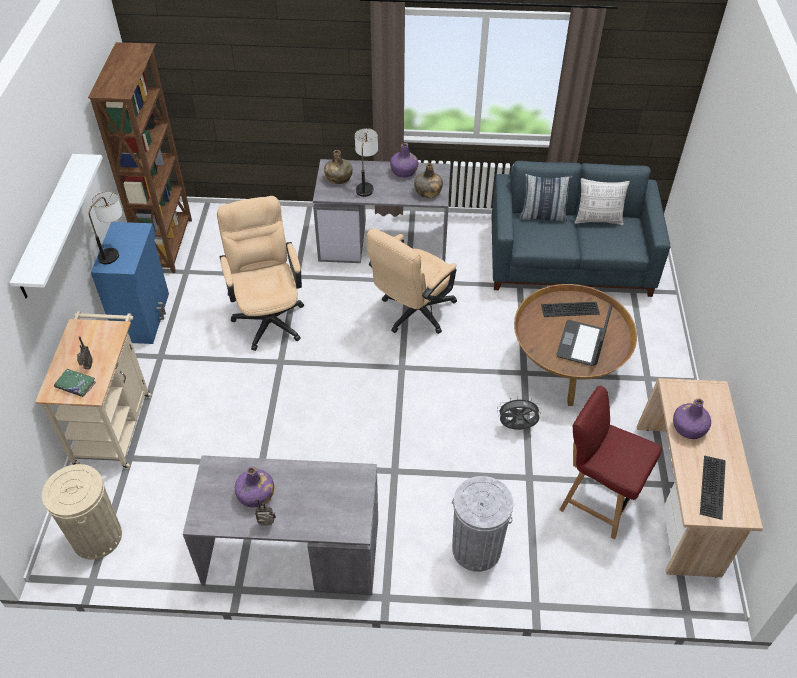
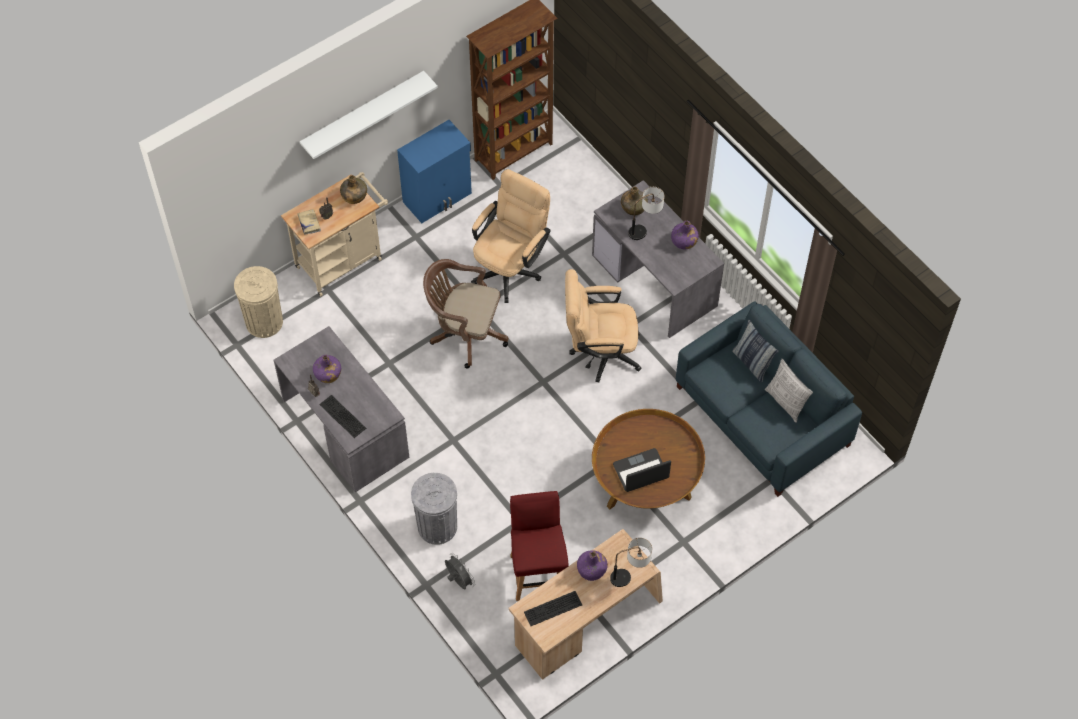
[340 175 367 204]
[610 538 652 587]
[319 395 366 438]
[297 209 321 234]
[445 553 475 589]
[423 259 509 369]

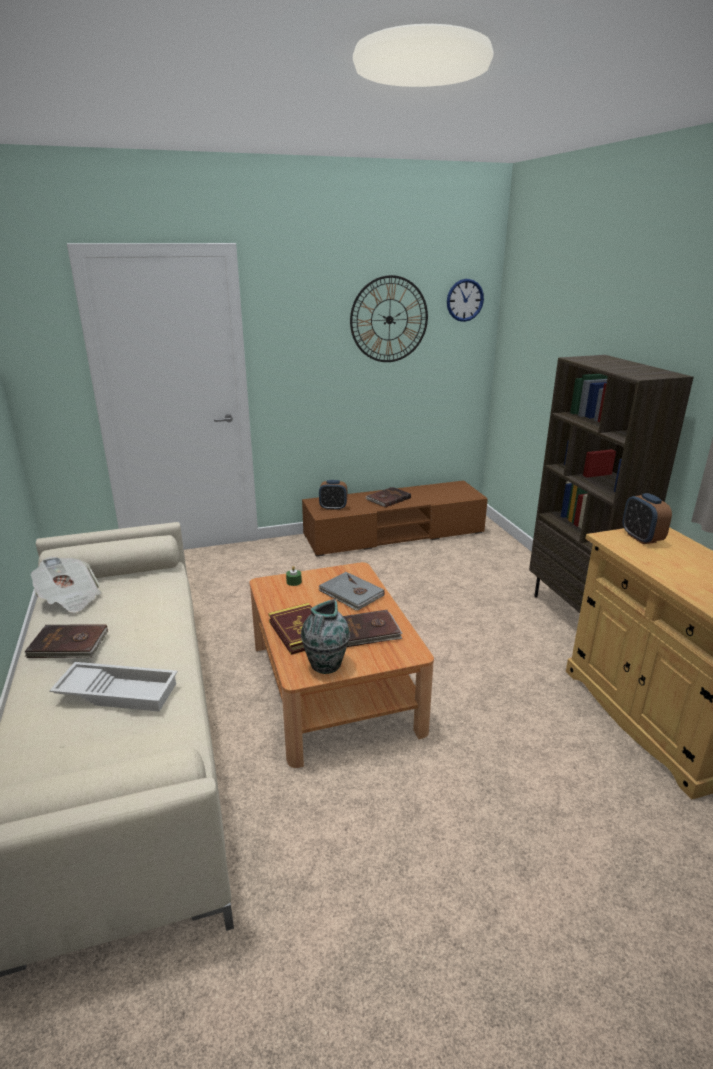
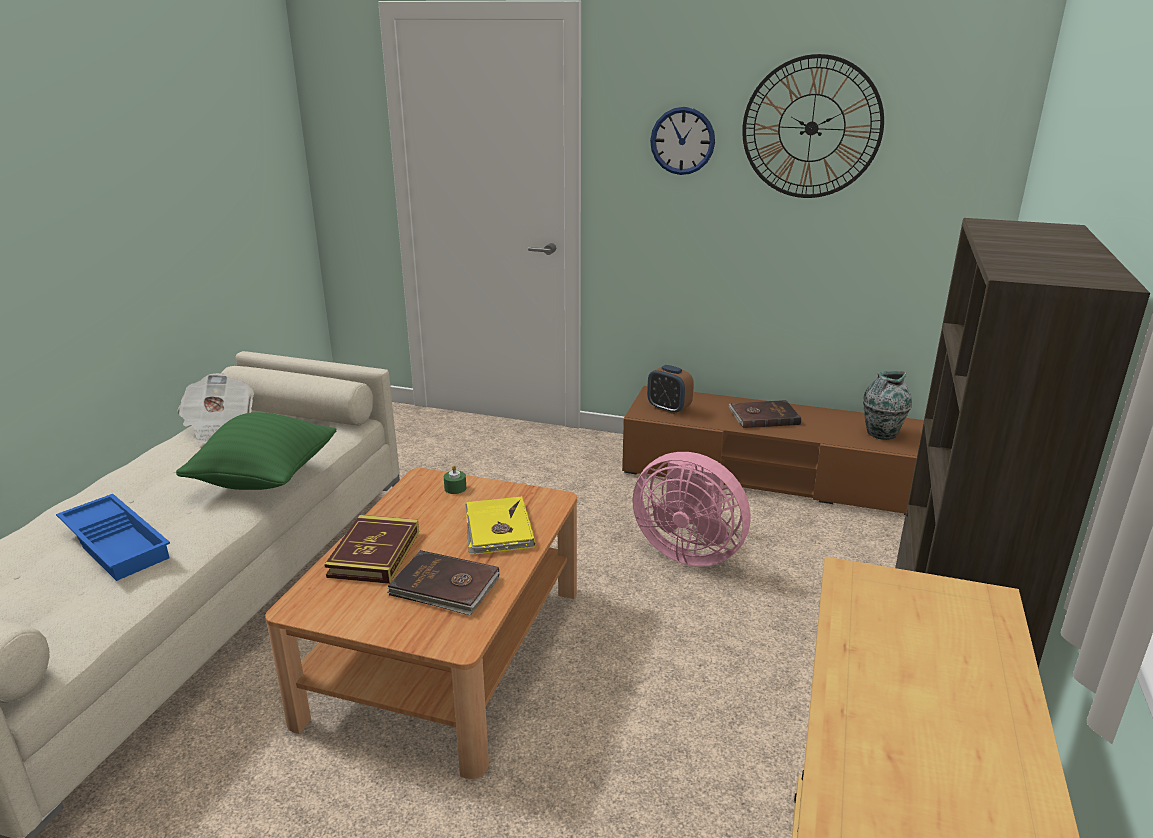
[650 107 715 175]
[623 493 672 544] (first image)
[465 496 535 555]
[863 371 912 440]
[25 624 108 658] (first image)
[56 494 170 581]
[176 412 337 490]
[633 452 750 567]

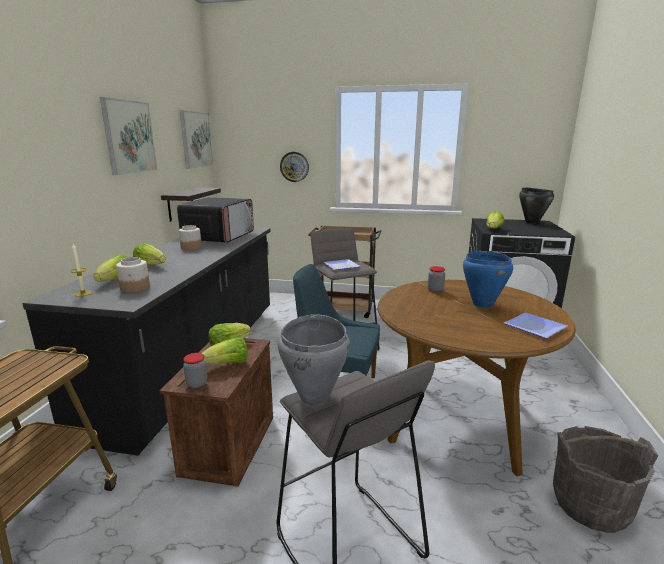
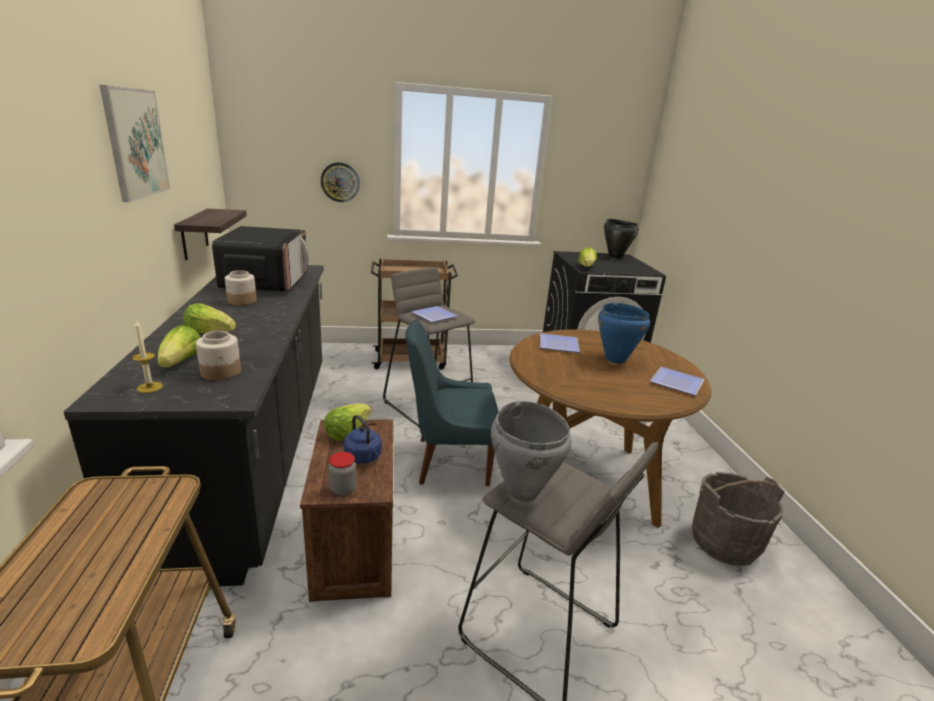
[180 110 213 169] (first image)
[540 333 580 353]
[344 415 382 464]

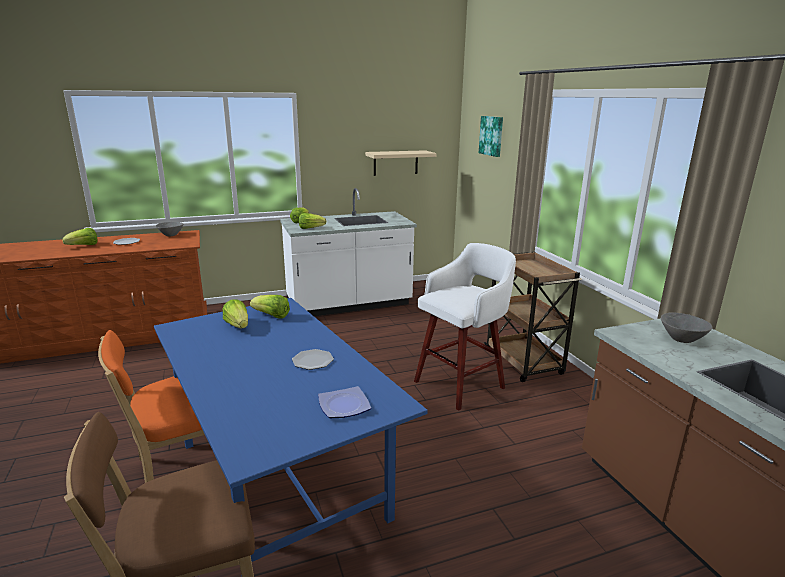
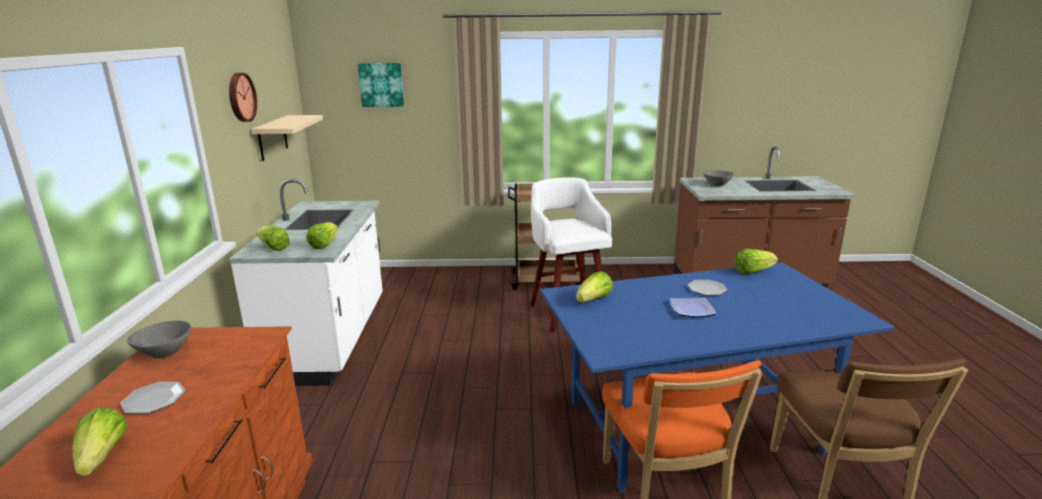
[735 249 778 274]
[670 297 717 317]
[229 73 257 122]

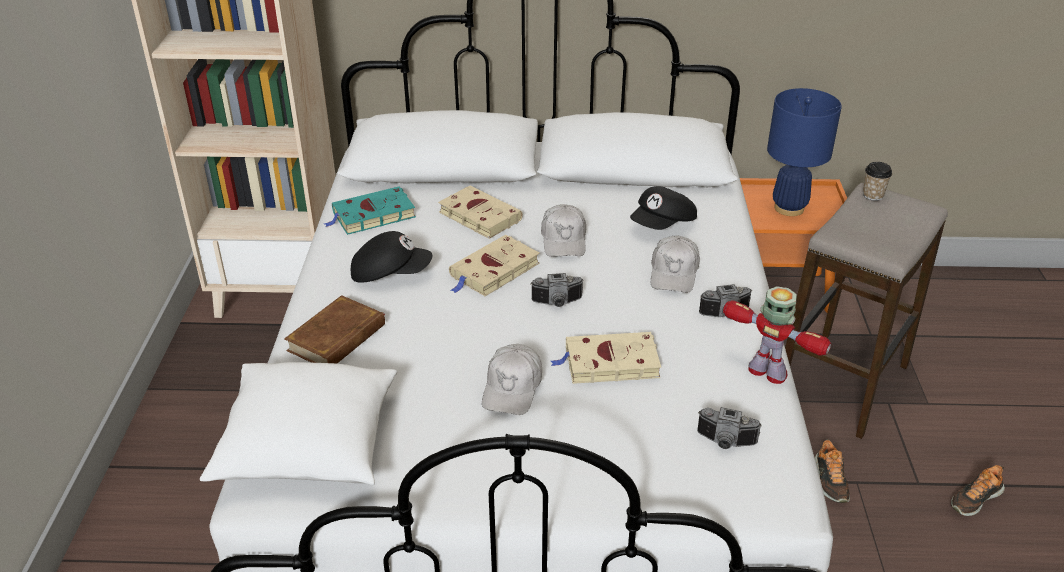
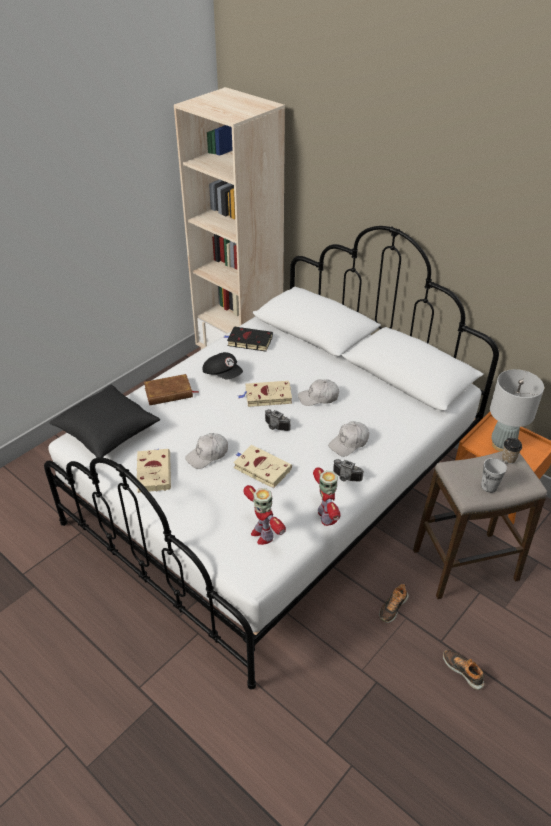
[490 369 544 452]
[137 449 171 493]
[223 326 273 351]
[630 186 697 230] (first image)
[298 379 339 406]
[49 385 160 458]
[243 485 286 545]
[443 650 484 690]
[481 458 507 493]

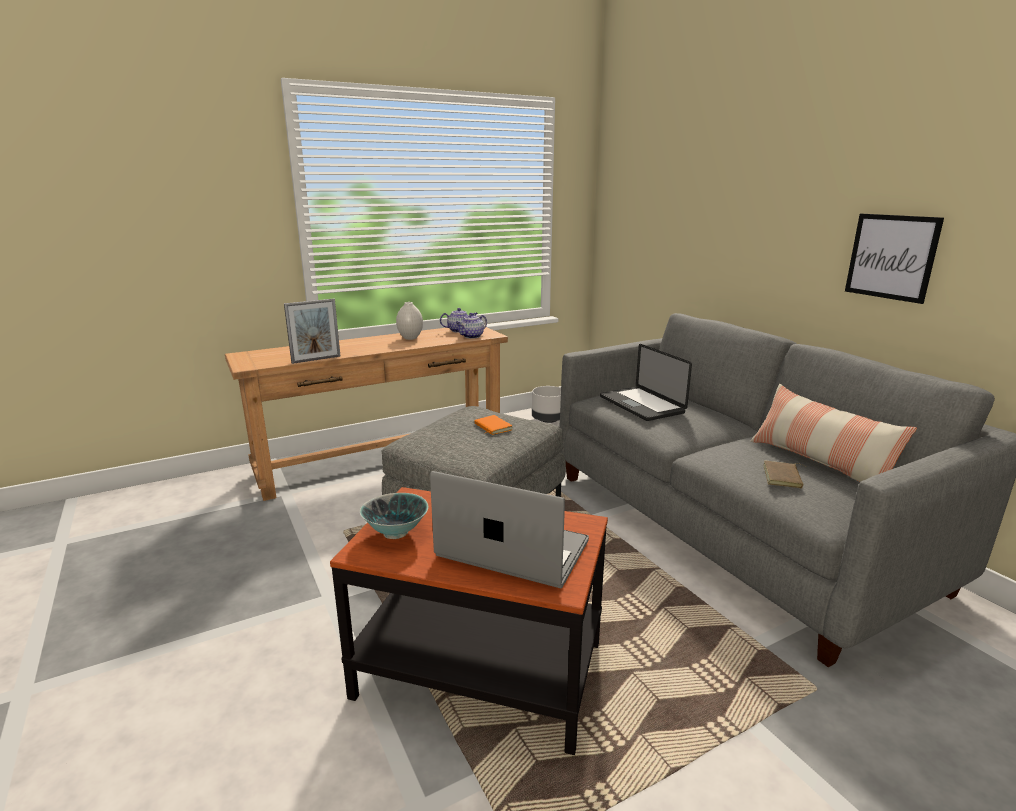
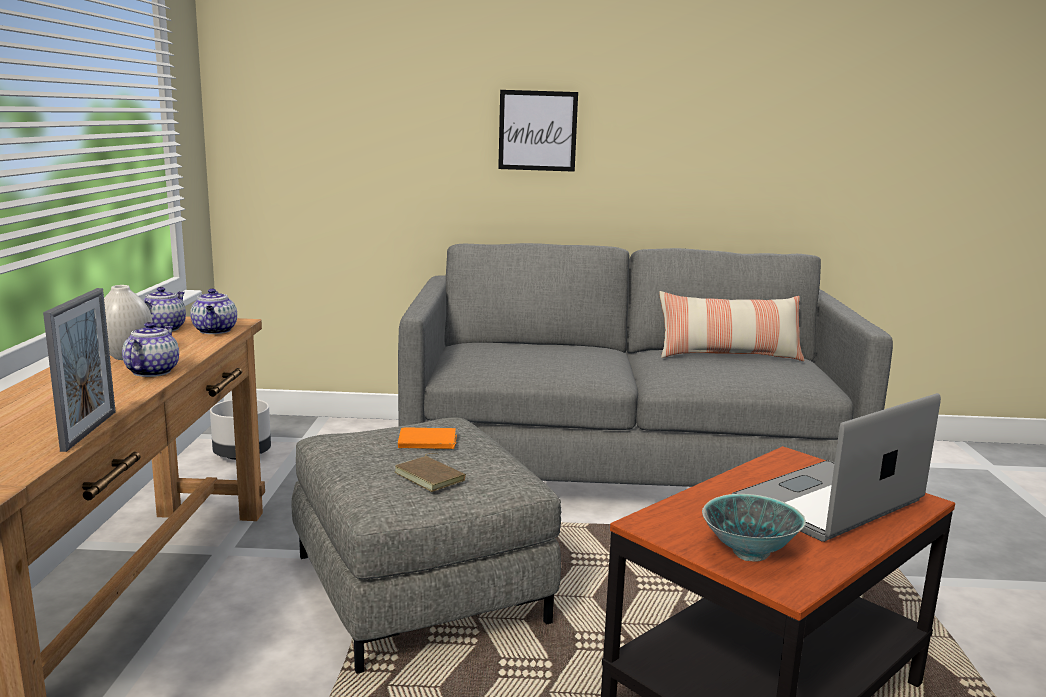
[498 90 578 172]
[600 344 692 421] (first image)
[395 453 466 492]
[122 322 179 377]

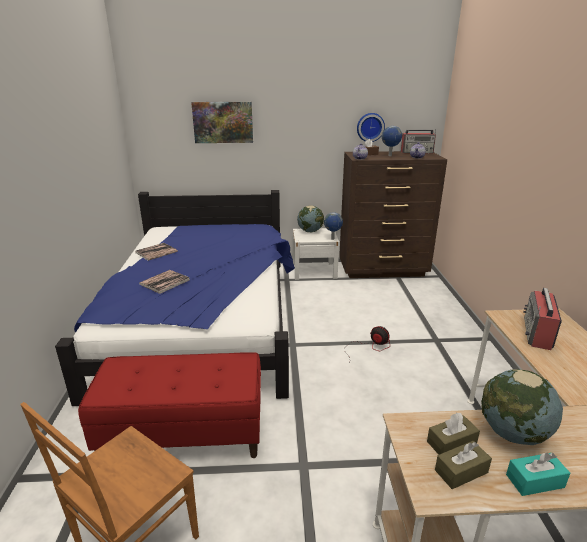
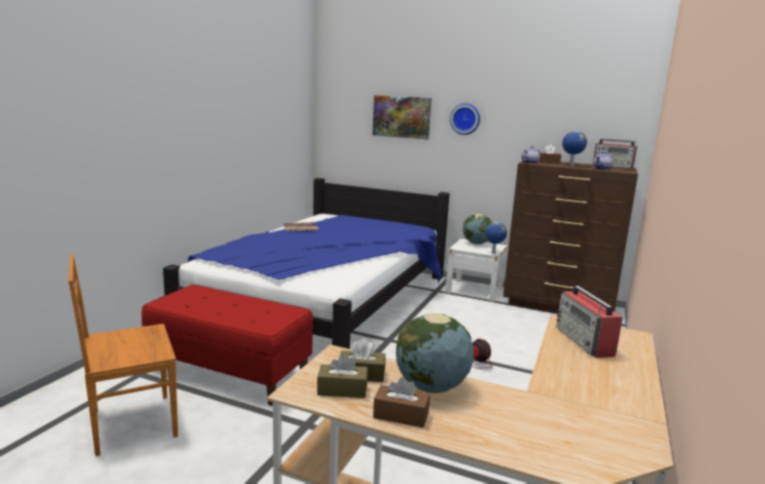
[450 103 480 135]
[139 270 190 294] (first image)
[556 286 622 358]
[373 377 430 428]

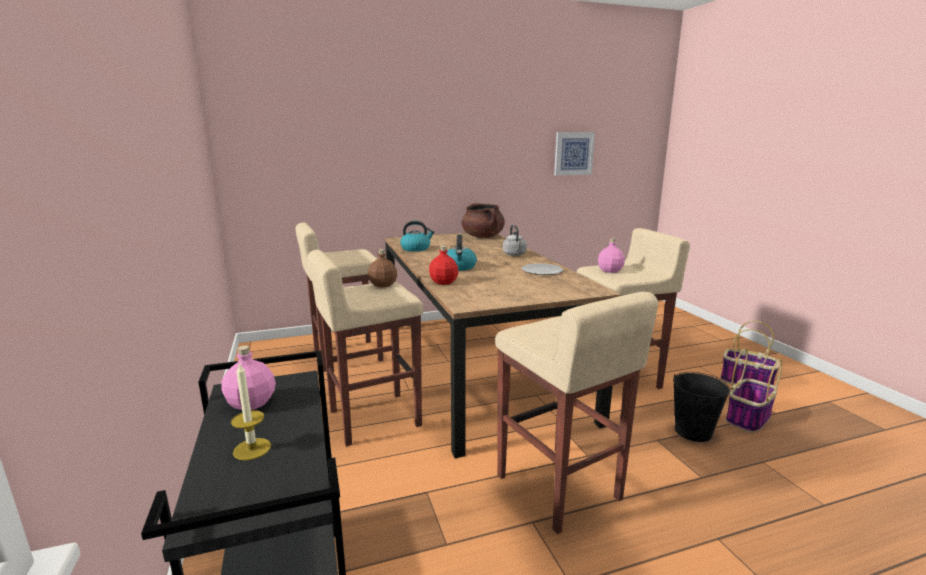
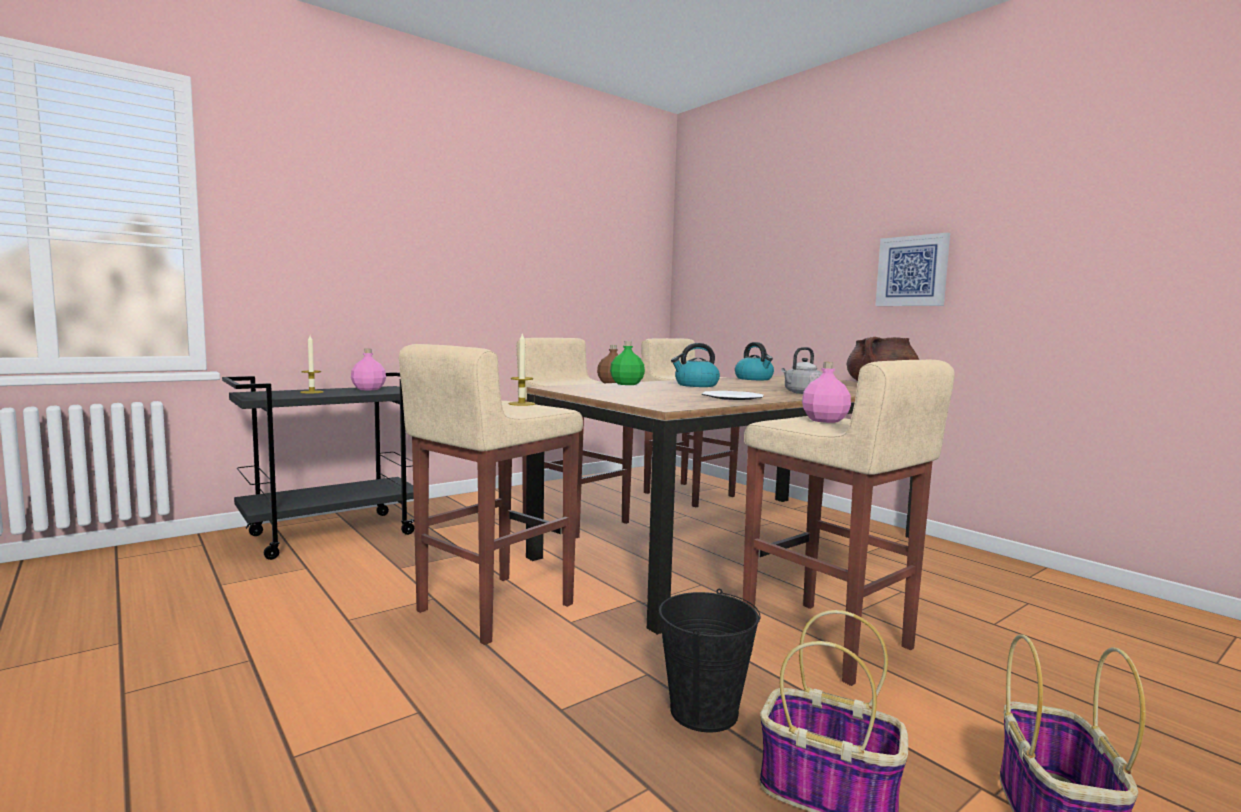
[875 233 950 306]
[610 341 645 385]
[508 334 535 406]

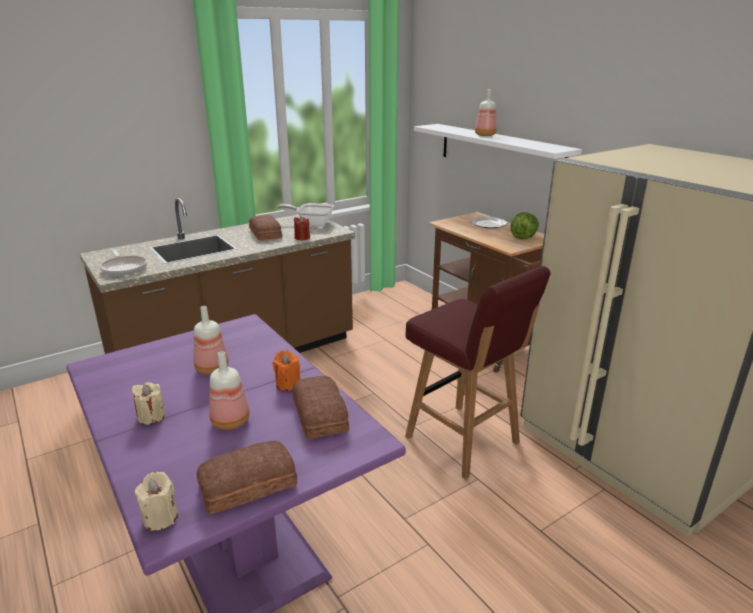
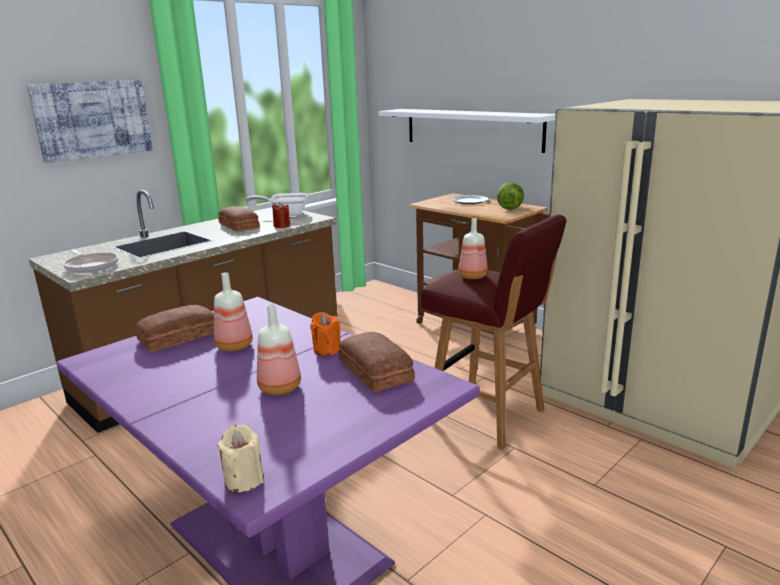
[458 218 488 279]
[132 382 165 425] (first image)
[136 305 214 352]
[27 80 153 163]

